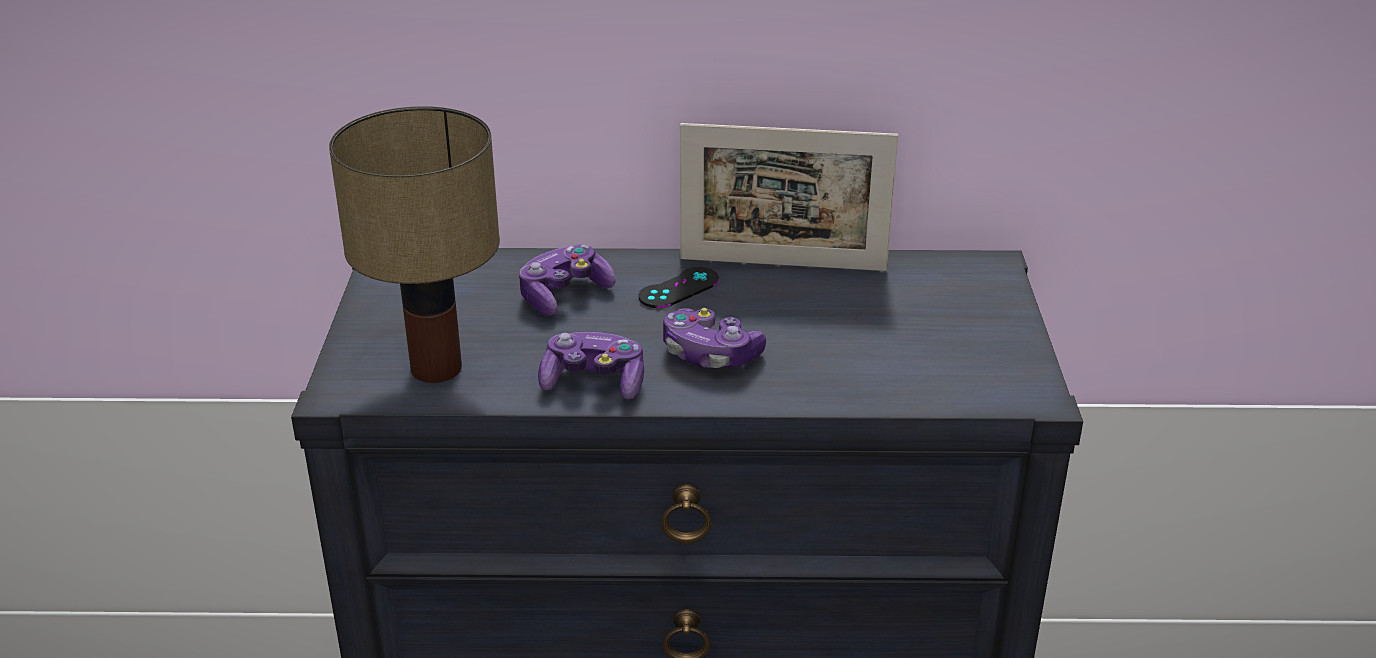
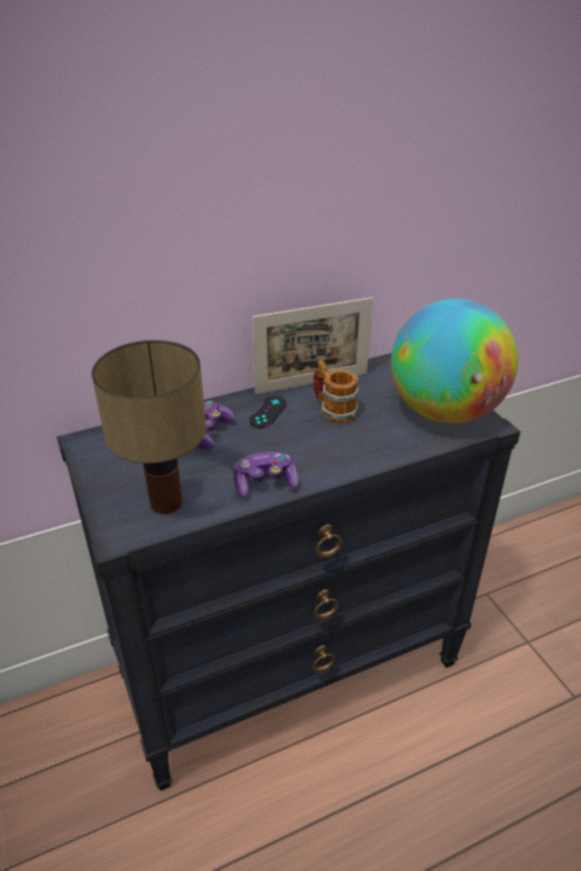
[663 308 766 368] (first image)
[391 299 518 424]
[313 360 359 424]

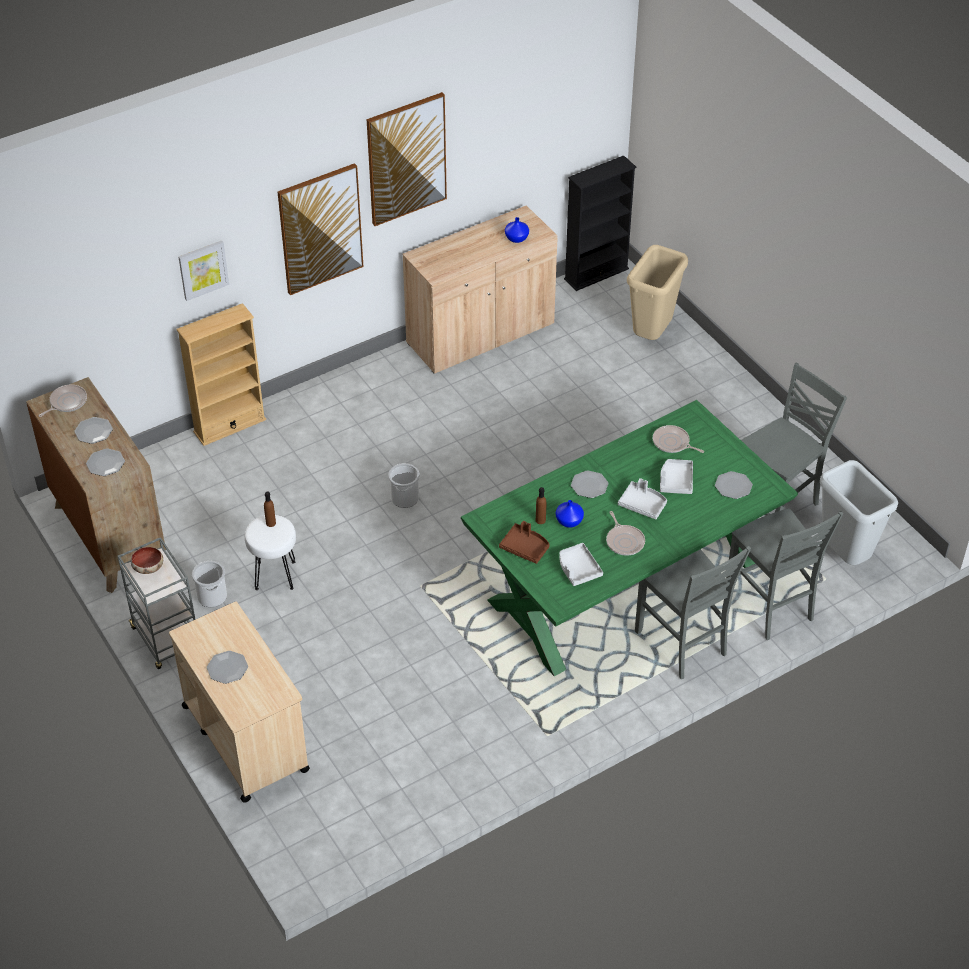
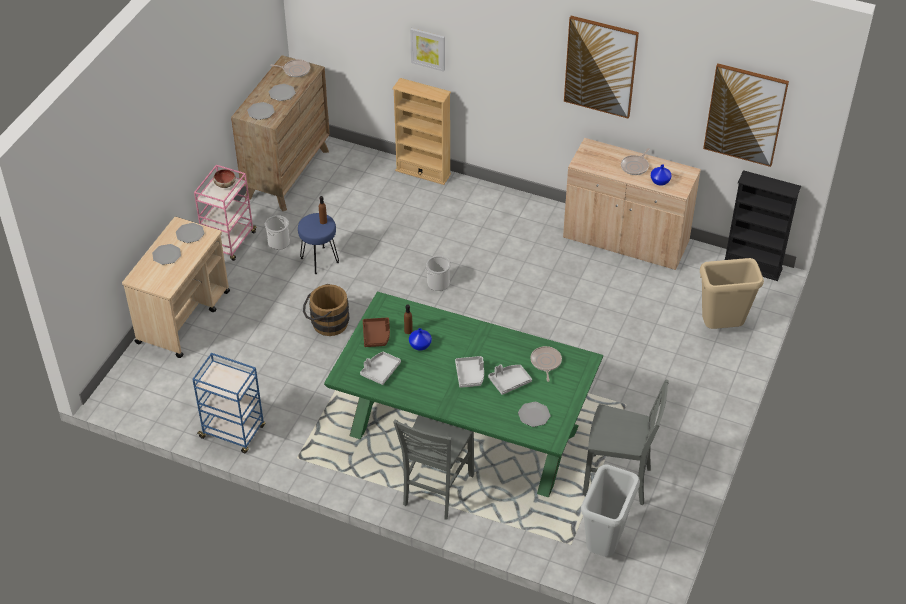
[703 64 789 167]
[176 223 205 243]
[726 508 844 640] (first image)
[621 148 650 175]
[298 213 339 274]
[194 165 256 261]
[303 284 349 336]
[192 353 265 453]

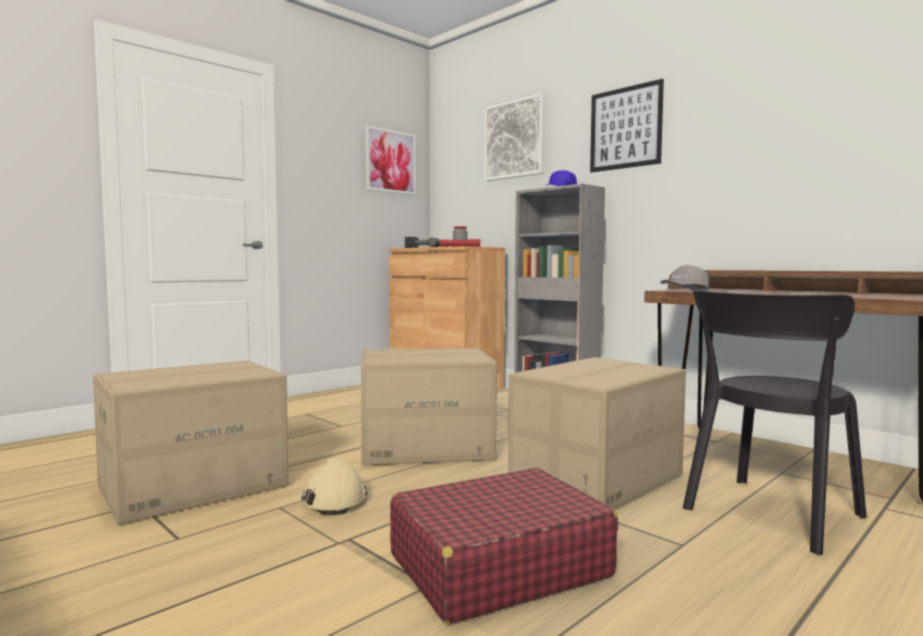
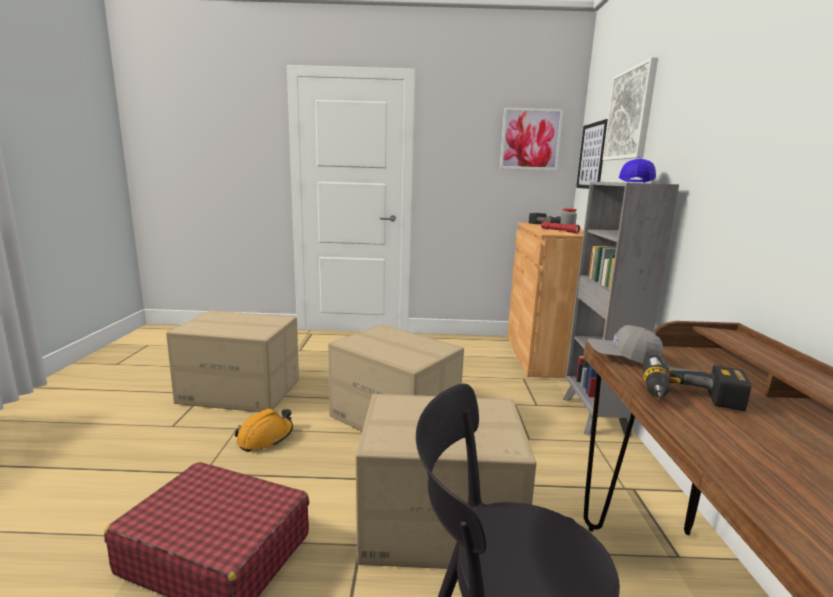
[576 119 608 189]
[235 409 293 452]
[643 355 751 411]

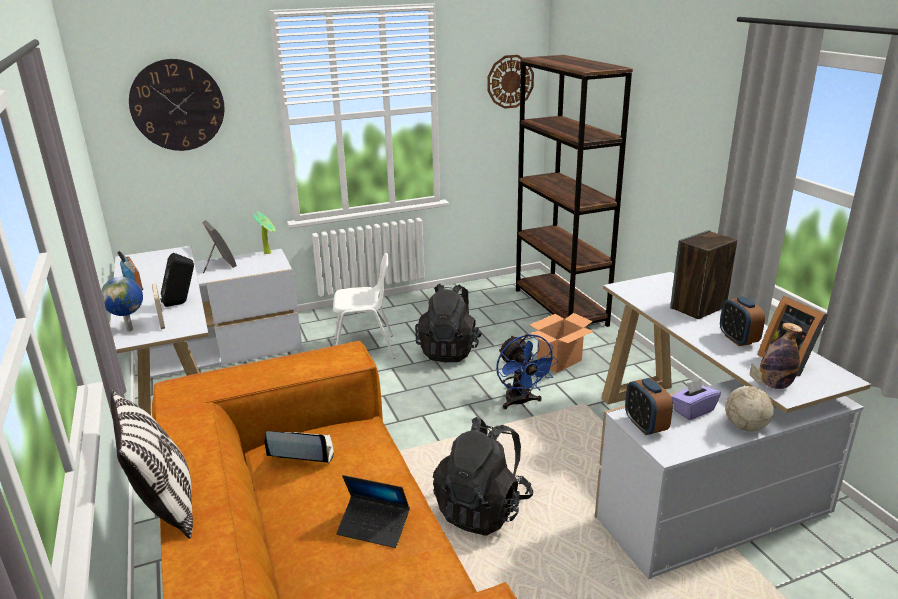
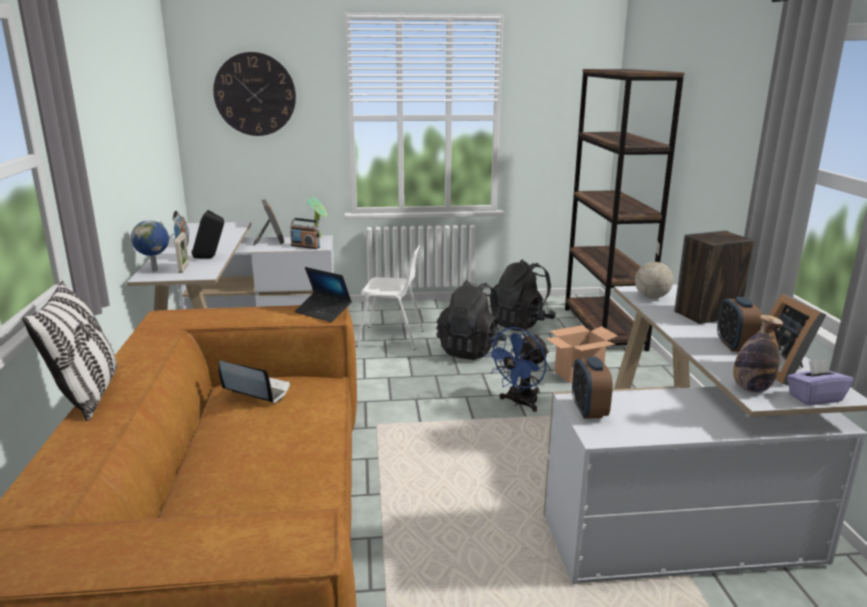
[487 55 534 109] (first image)
[485 327 549 412]
[635 241 673 298]
[787 359 853 405]
[490 259 556 331]
[294 267 352 322]
[290 218 321 249]

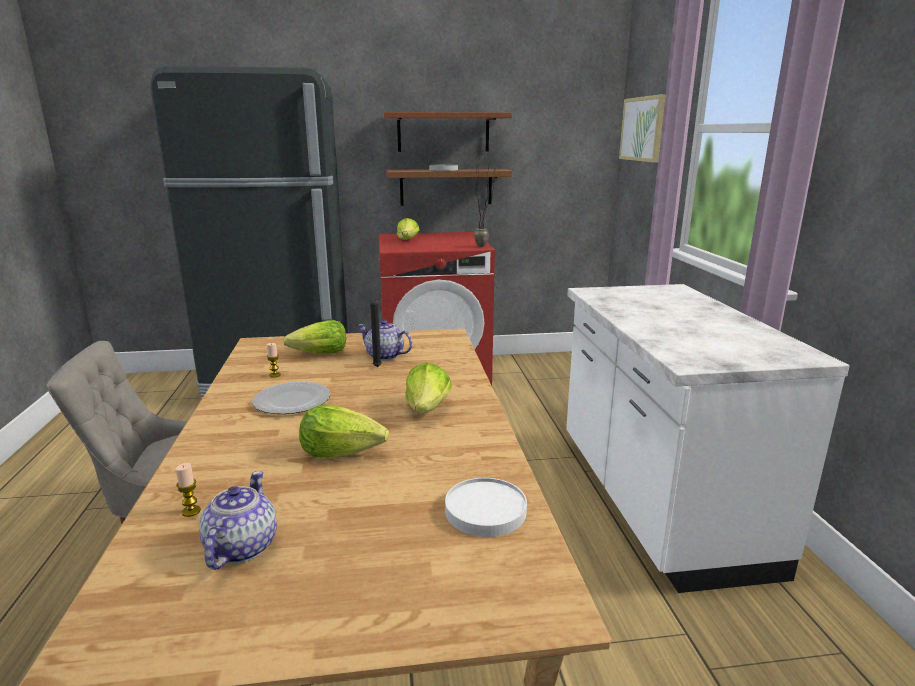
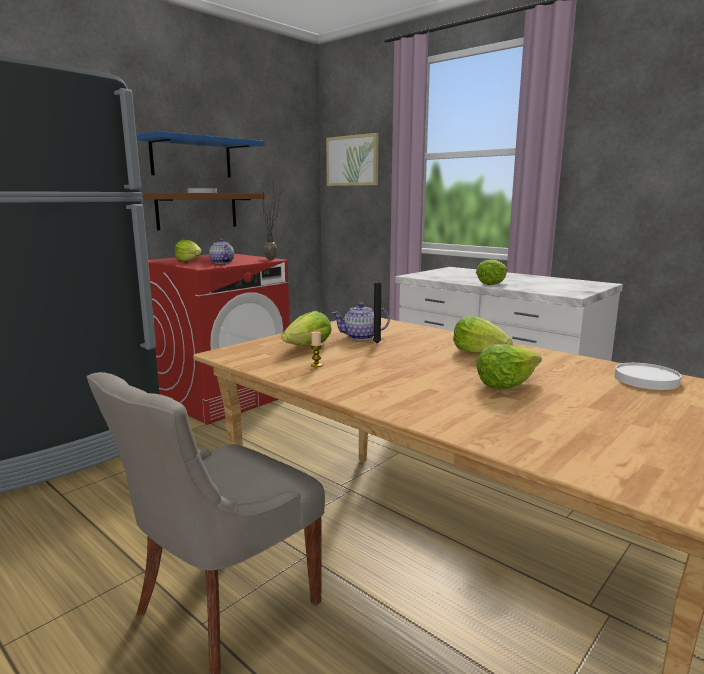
[136 131 264 177]
[252 381 330 414] (first image)
[176 463 201 517] (first image)
[209 239 234 264]
[476 260 508 285]

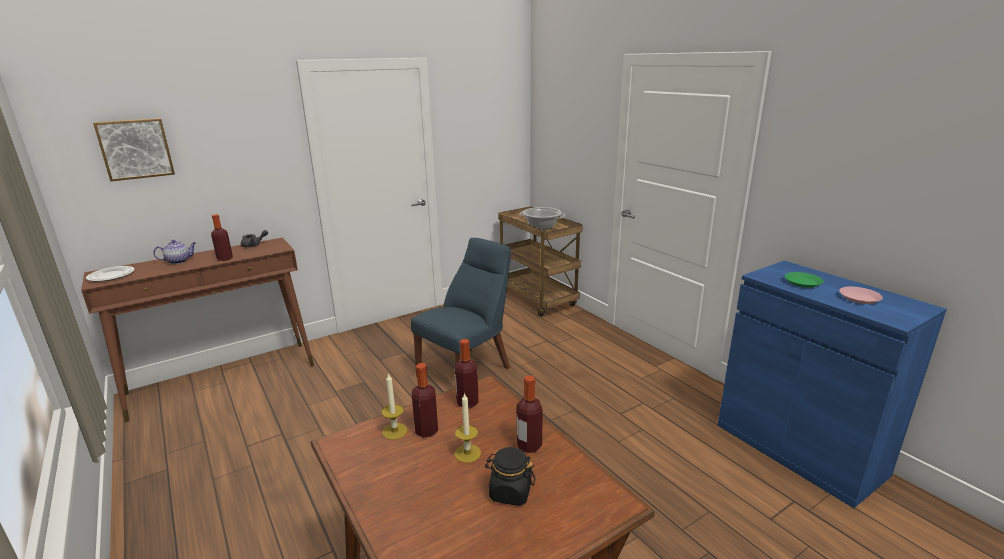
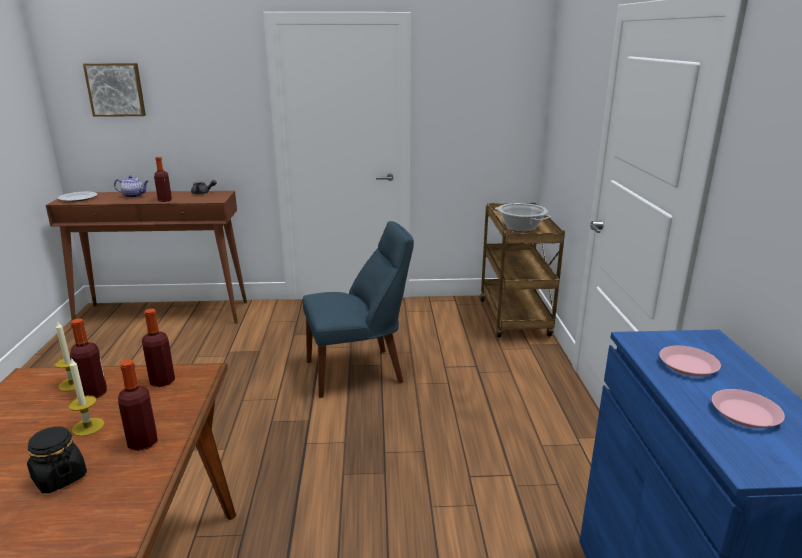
[659 346 721 377]

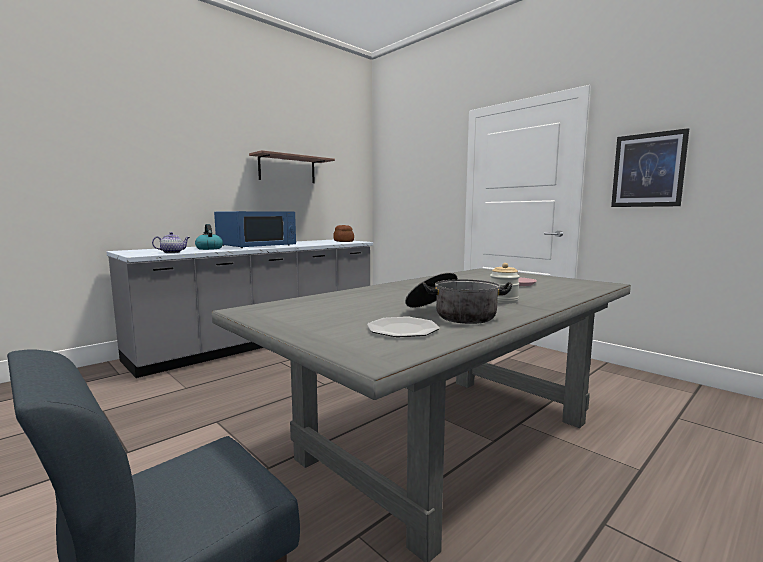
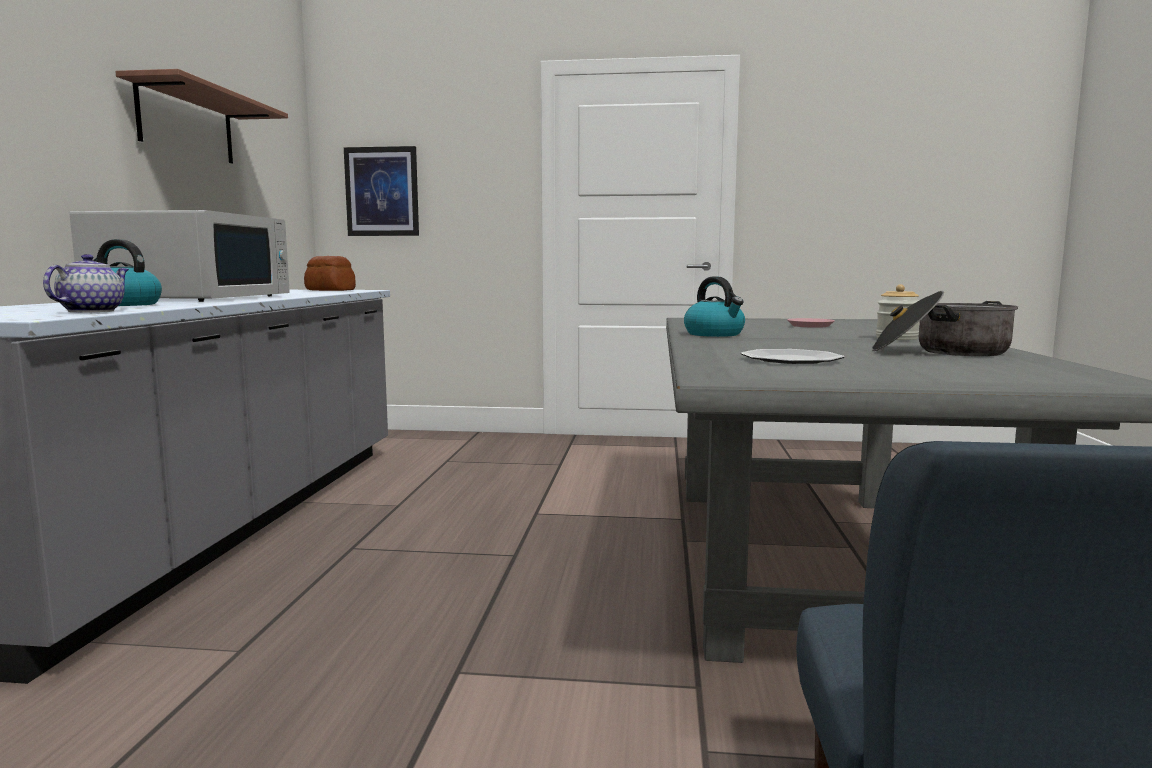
[344 146 419 236]
[69 210 290 302]
[741 349 844 364]
[684 276 745 337]

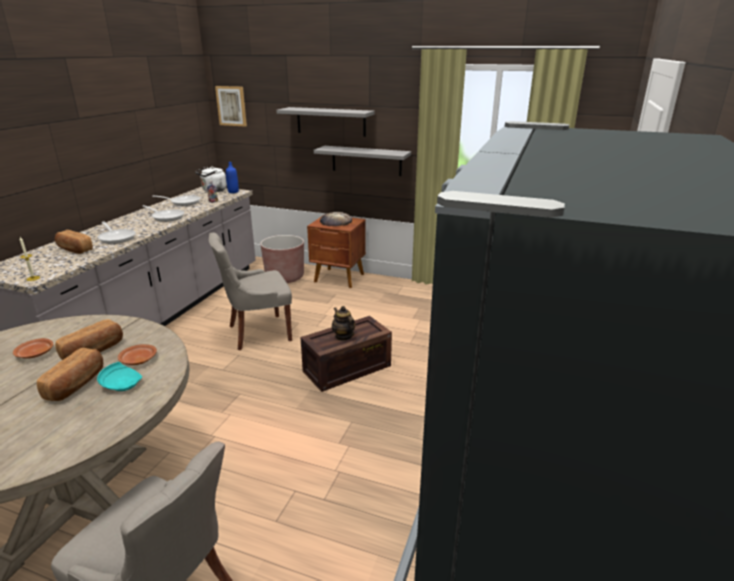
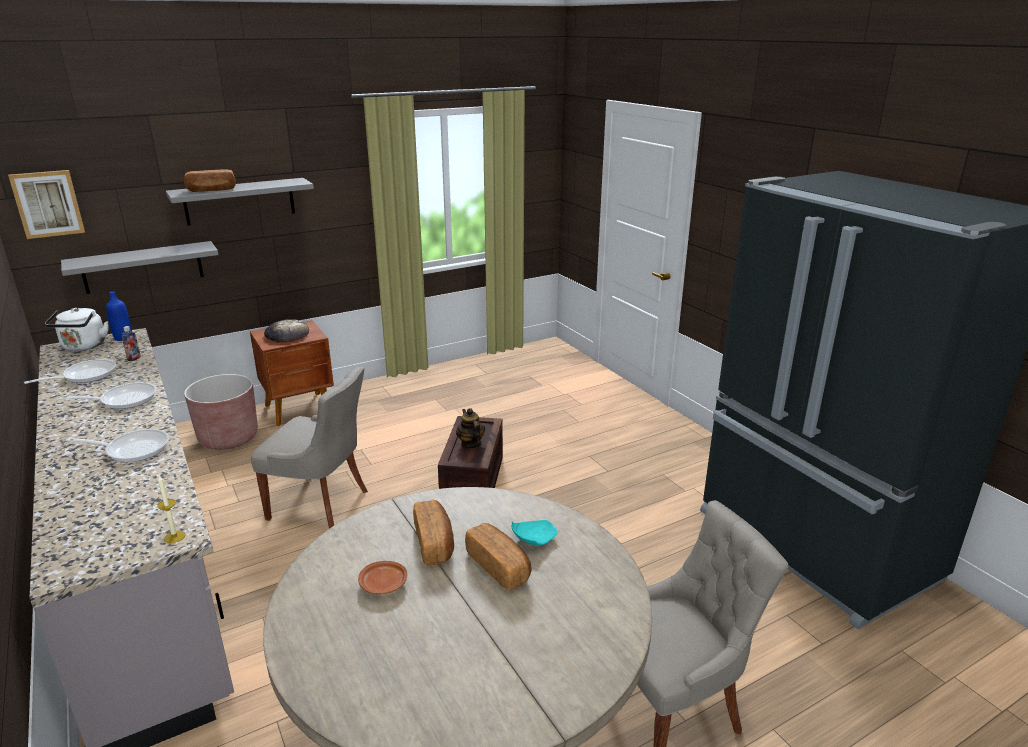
[61 241 218 294]
[184 169 236 192]
[251 367 368 529]
[456 408 485 449]
[118 344 157 365] (first image)

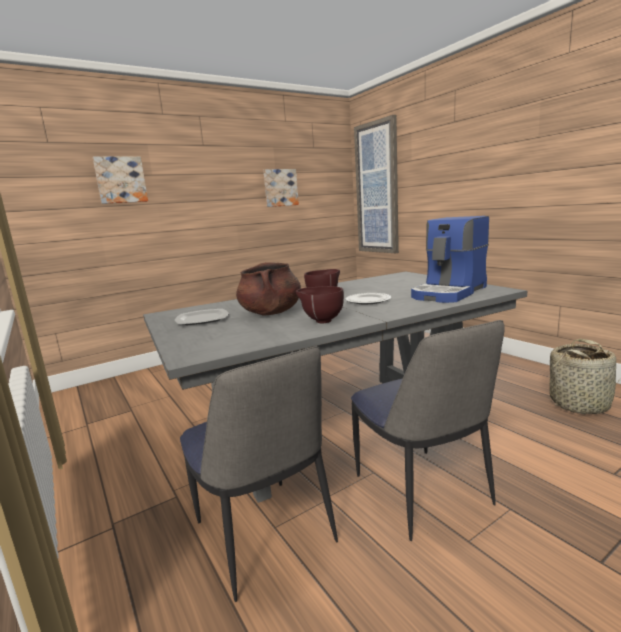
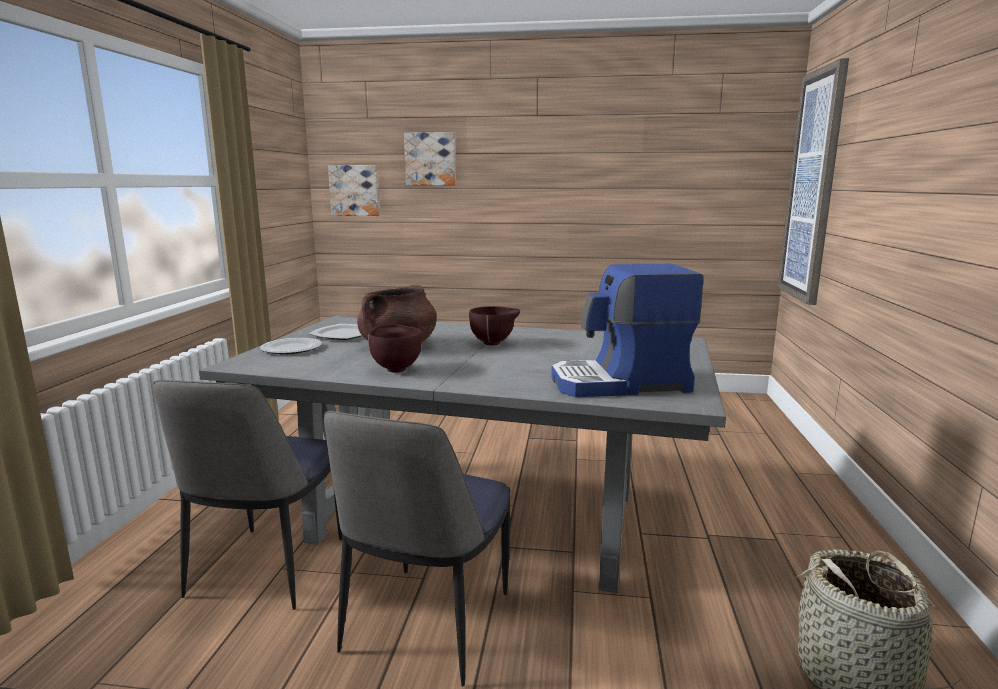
[328 165 380 216]
[260 338 322 354]

